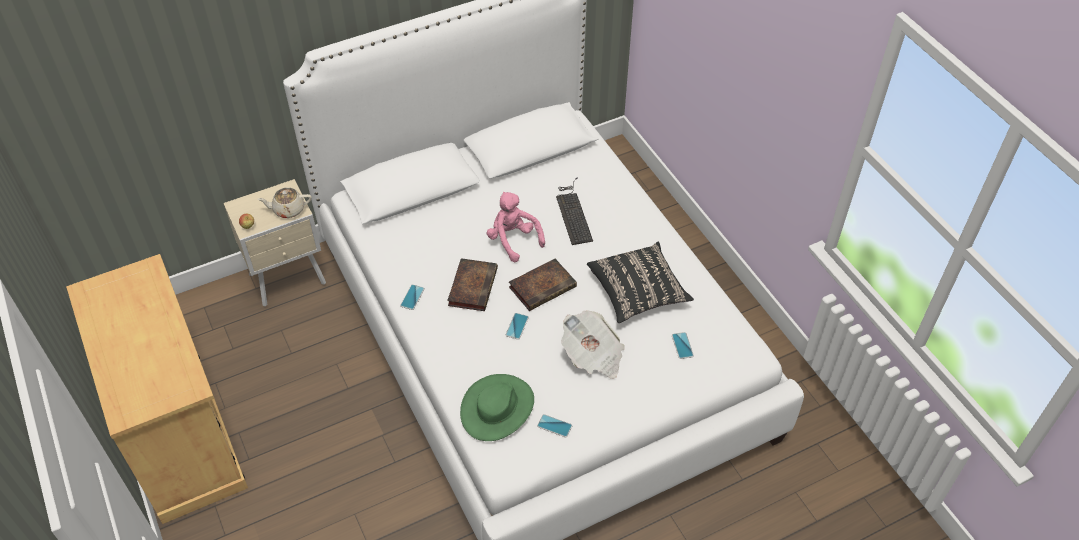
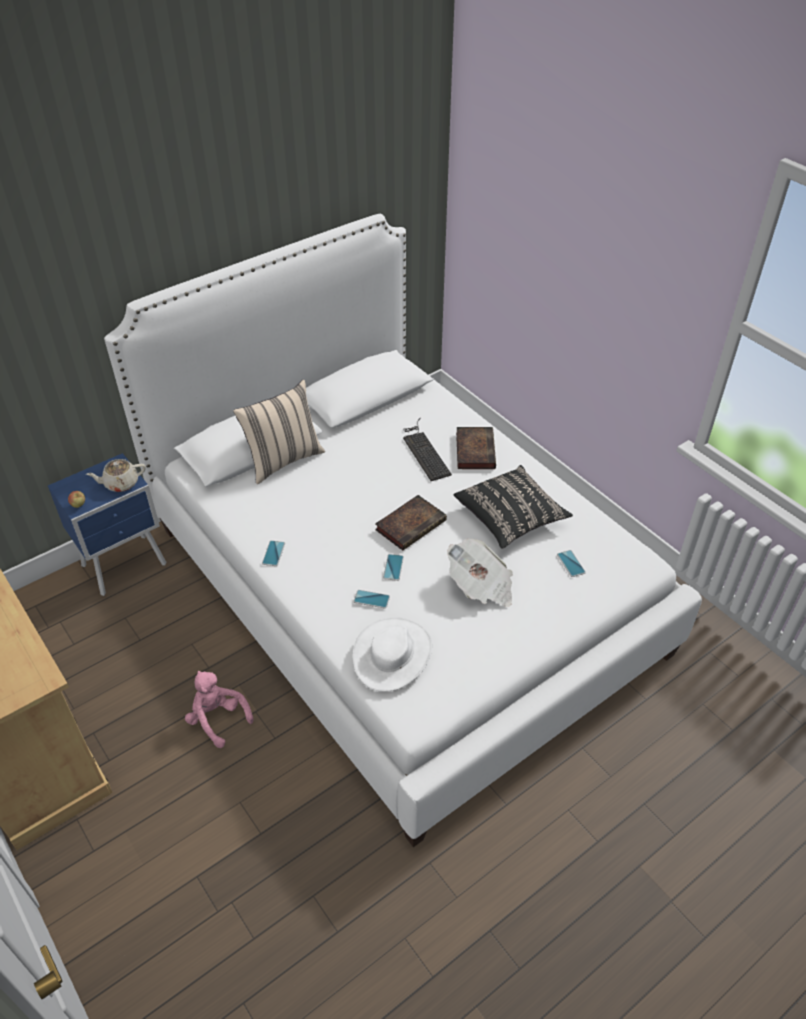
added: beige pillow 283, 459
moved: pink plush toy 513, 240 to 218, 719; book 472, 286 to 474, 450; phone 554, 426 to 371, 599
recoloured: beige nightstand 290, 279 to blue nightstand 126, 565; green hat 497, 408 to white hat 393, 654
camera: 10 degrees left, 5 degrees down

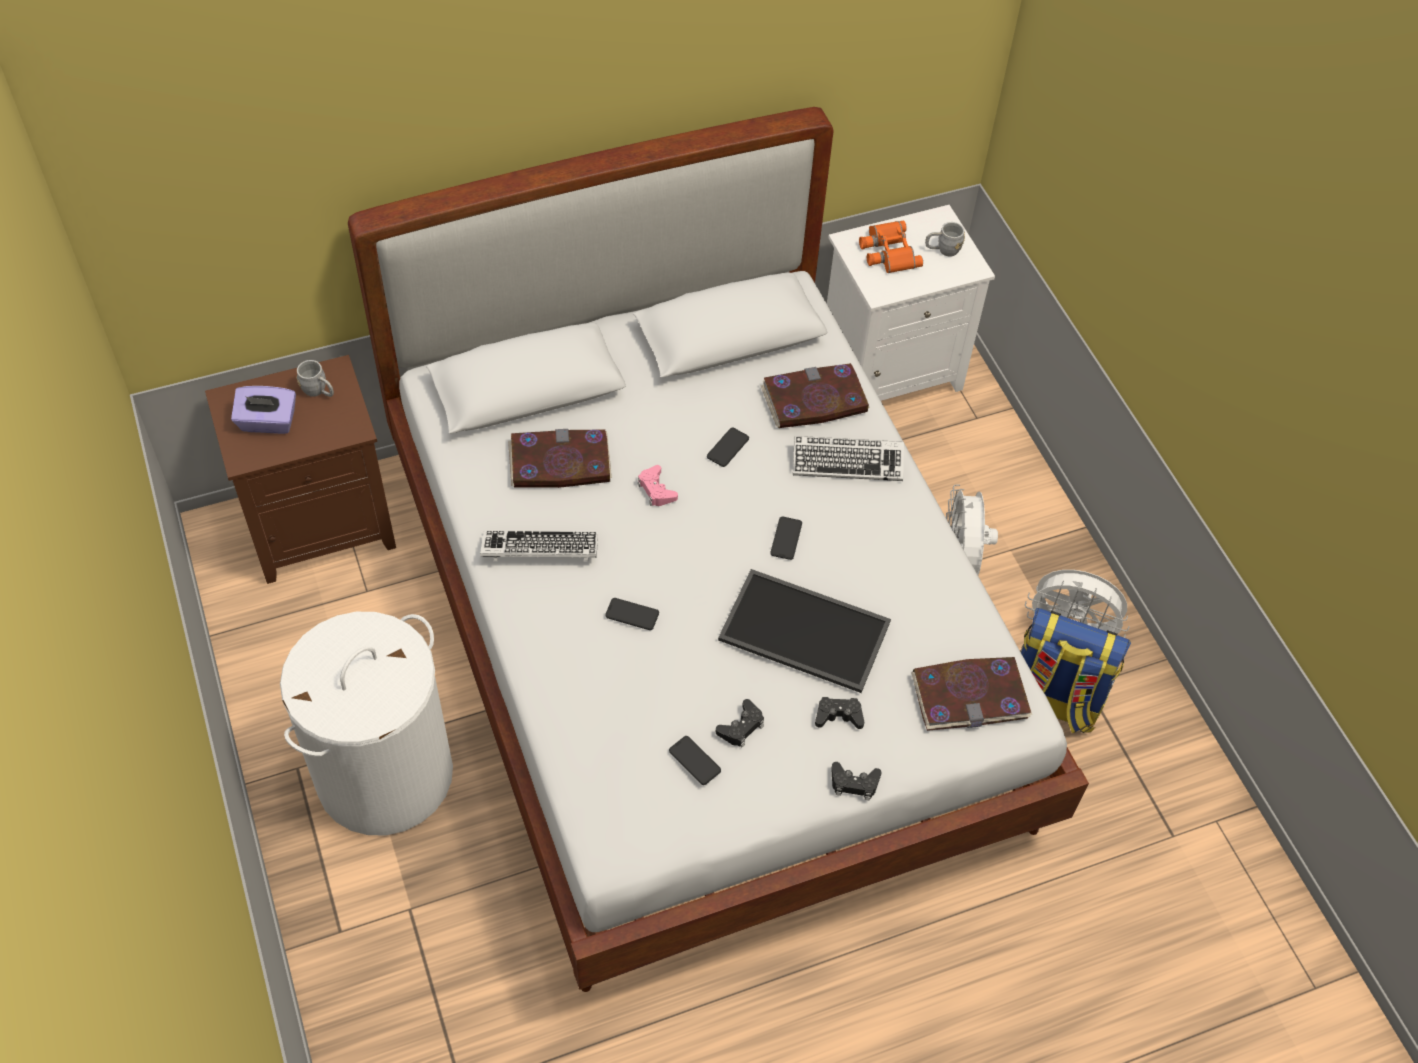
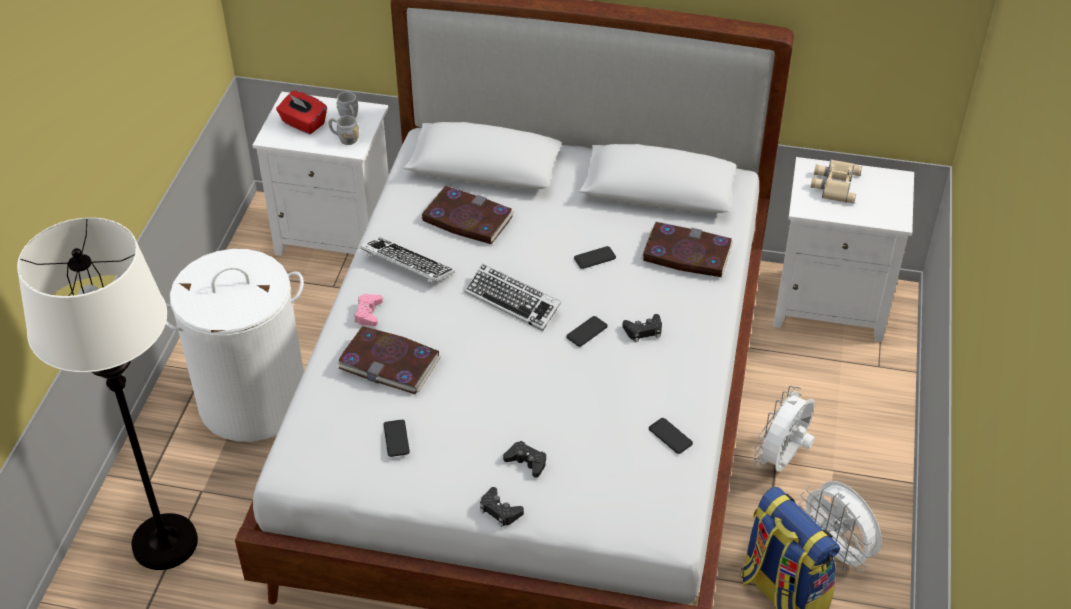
removed: tray 802, 632
added: white floor lamp 165, 542
moved: grey mug 942, 250 to 344, 138; keyboard 847, 462 to 512, 301; pink game controller 656, 490 to 368, 313; phone 632, 614 to 670, 436; book 970, 696 to 389, 363; black game controller 741, 727 to 643, 331
recoloured: orange binoculars 887, 251 to beige binoculars 834, 184; brown nightstand 322, 524 to white nightstand 338, 234; purple tissue box 268, 422 to red tissue box 303, 124
camera: 35 degrees right, 10 degrees down

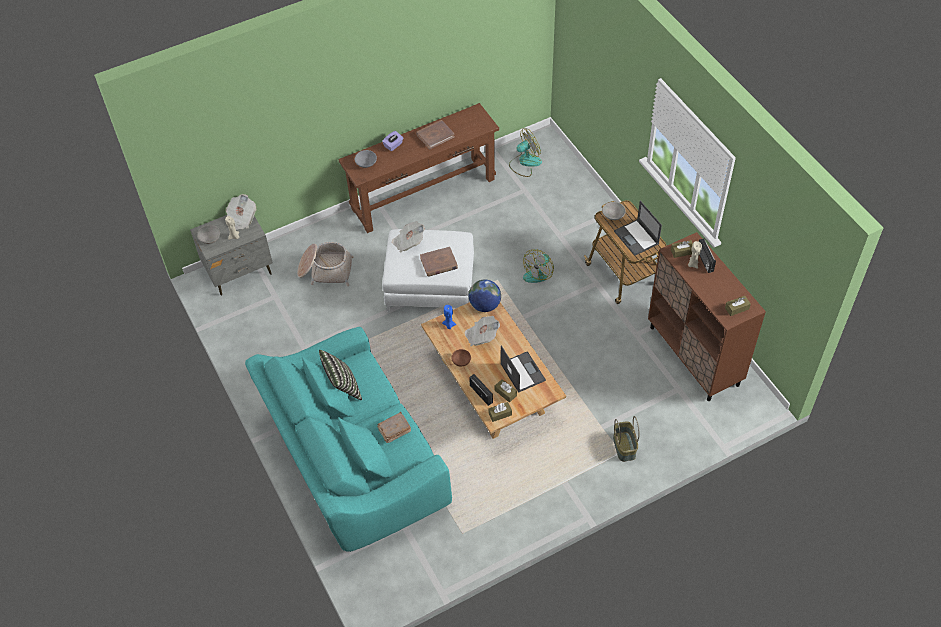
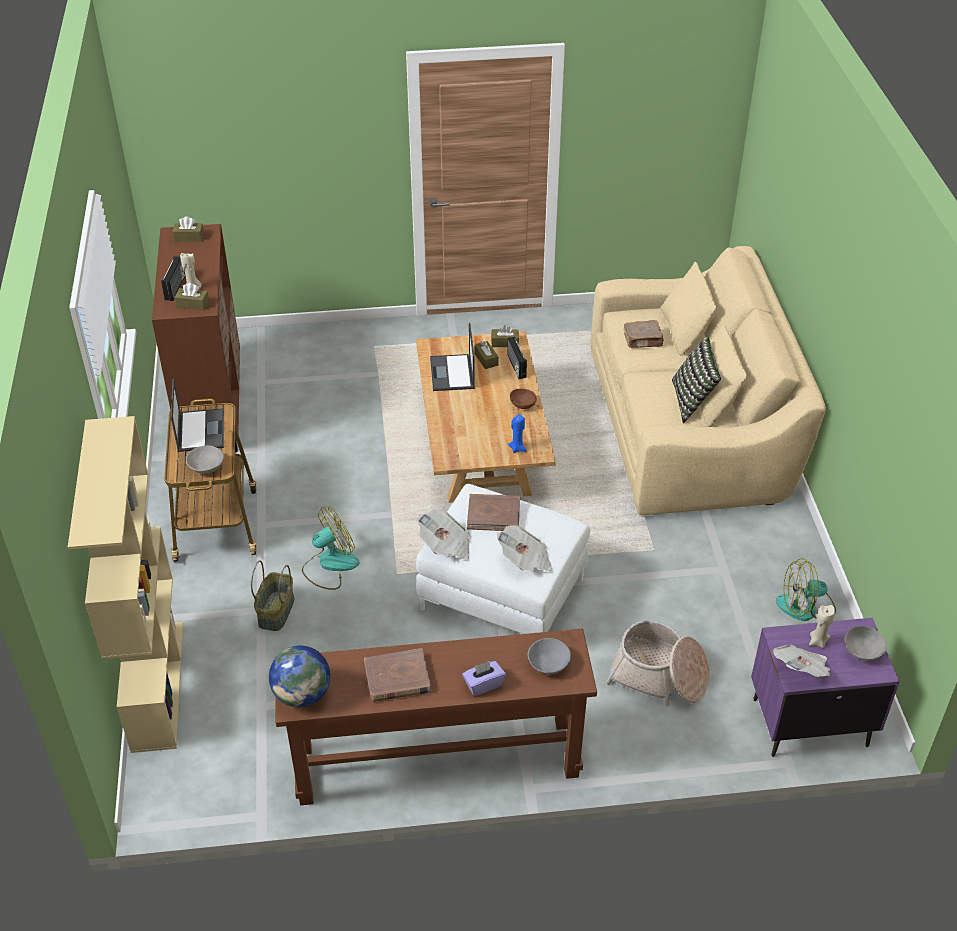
added: beige bookcase 157, 685
moved: fan 525, 162 to 805, 607; globe 485, 305 to 302, 694; newspaper 481, 336 to 446, 545; basket 625, 447 to 275, 611
recoloured: grey nightstand 239, 271 to purple nightstand 809, 722; turquoise sofa 353, 458 to beige sofa 690, 426
camera: 160 degrees left, 10 degrees down

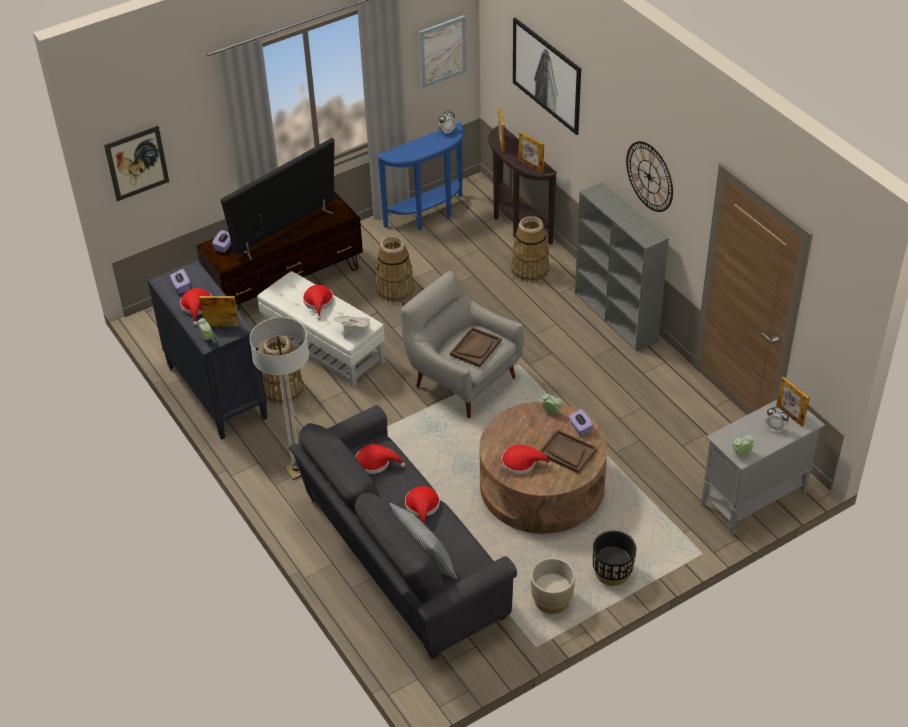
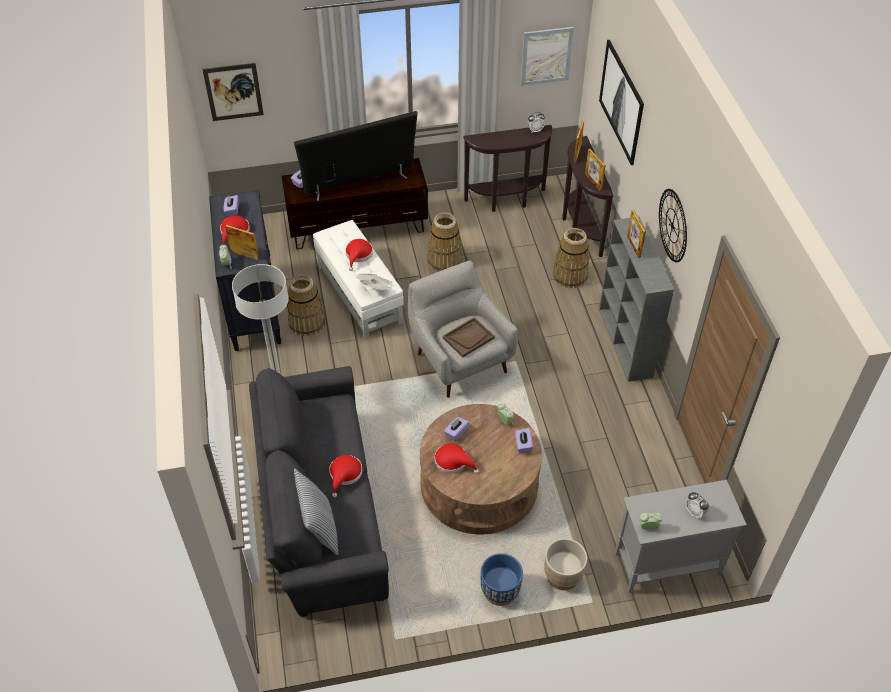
removed: brown tray 567, 452; red hat 376, 462
added: purple tissue box 456, 433
moved: picture frame 789, 415 to 633, 247; beige planter 551, 600 to 562, 576
recoloured: blue console table 429, 216 to brown console table 507, 201; black planter 612, 572 to blue planter 500, 591
camera: 20 degrees right, 5 degrees up

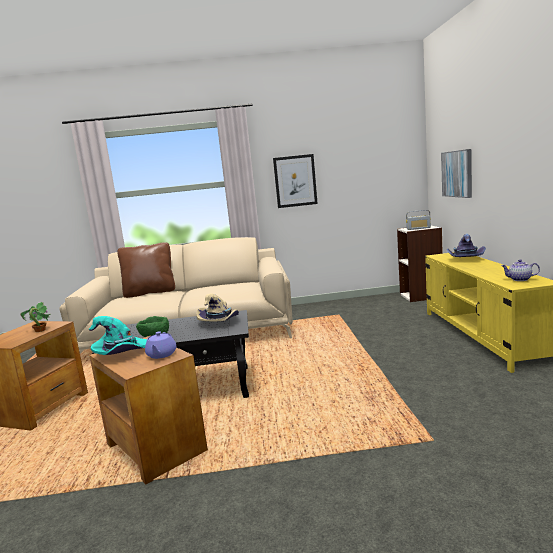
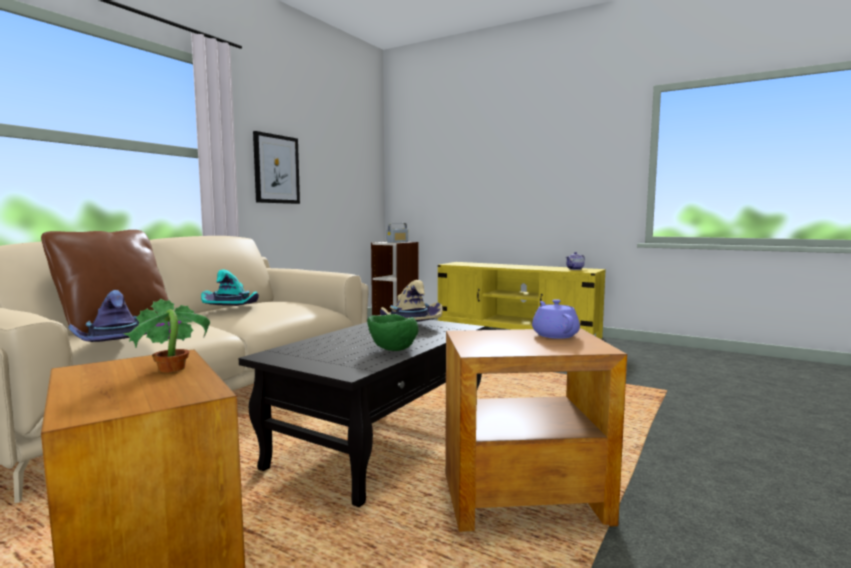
removed: picture 457, 173
moved: purple hat 465, 259 to 115, 344; turquoise hat 123, 352 to 232, 309
turned: purple teapot 161, 355 = 554, 335 135 degrees counterclockwise
camera: 55 degrees left, 5 degrees down

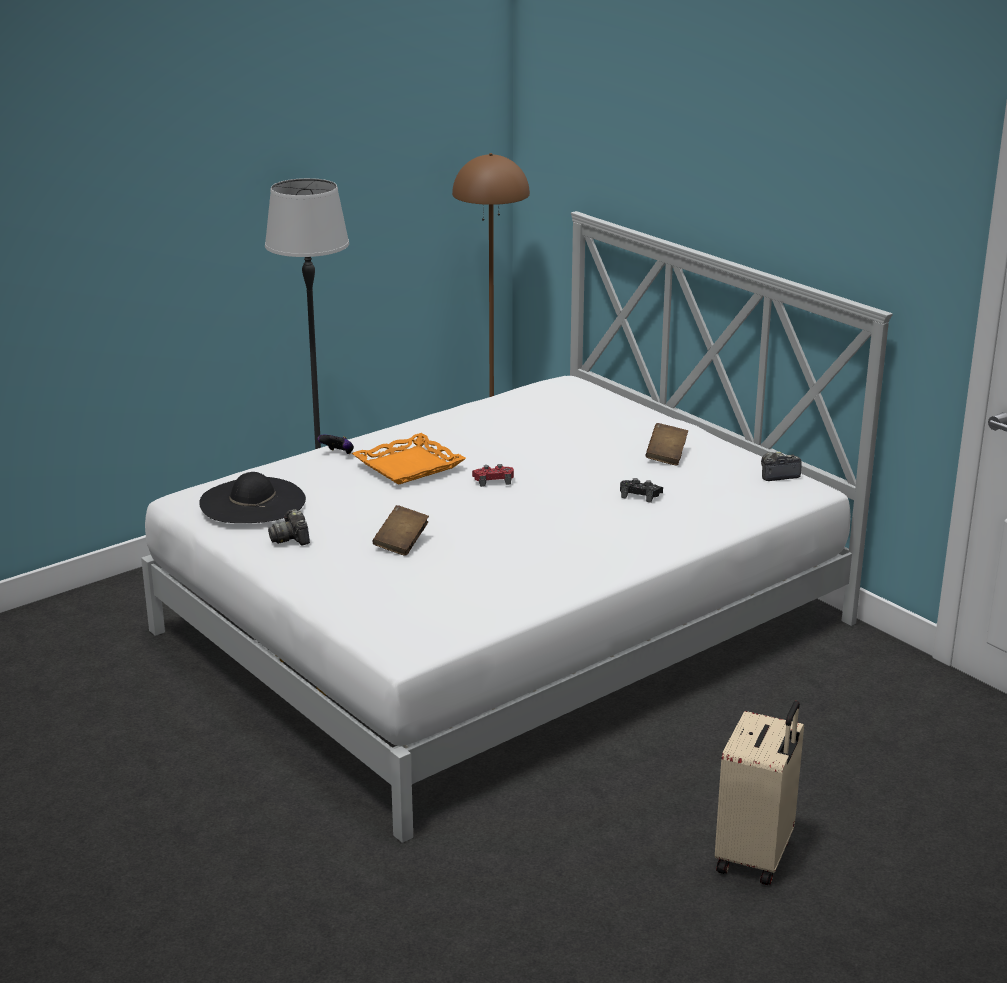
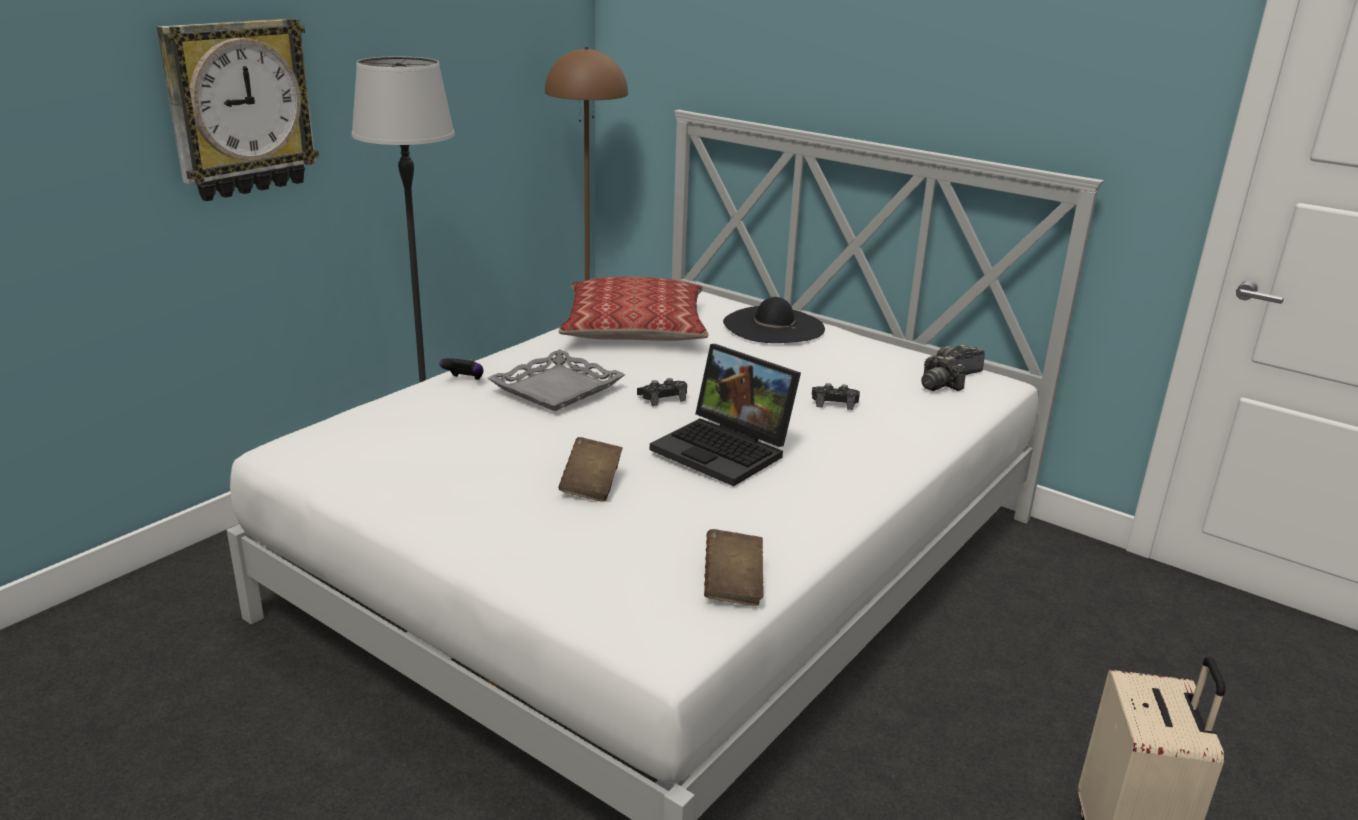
added: wall clock 239, 108; pillow 634, 328; laptop 726, 450
moved: brown book 666, 456 to 732, 585; black hat 252, 501 to 773, 325; photo camera 291, 538 to 938, 385
recoloured: orange tray 408, 465 to grey tray 556, 388; red game controller 493, 480 to black game controller 663, 397
camera: 15 degrees left, 0 degrees up

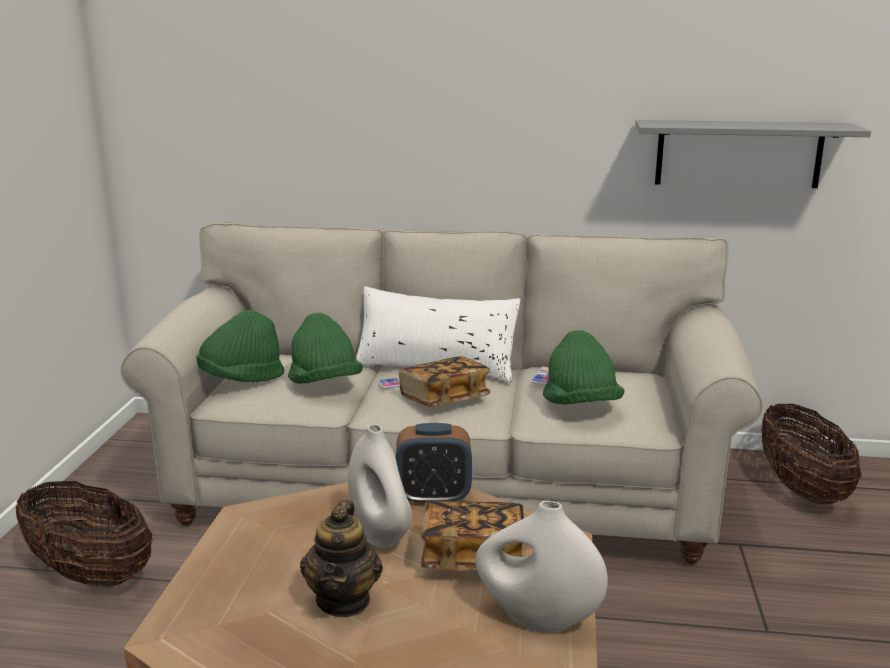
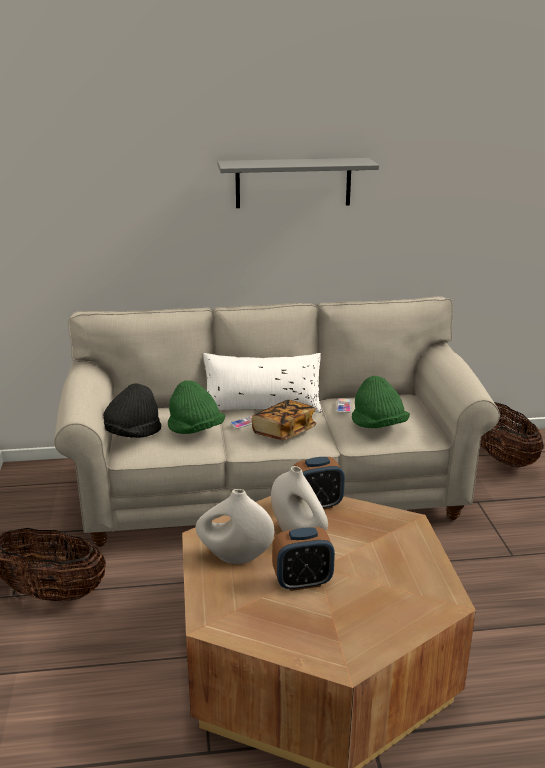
removed: book 472, 558
moved: grey shelf 738, 154 to 293, 183; white vase 537, 619 to 235, 557
replaced: teapot 344, 600 to alarm clock 302, 582
recoloured: green hat 241, 379 to black hat 131, 434
camera: 15 degrees left, 5 degrees up

